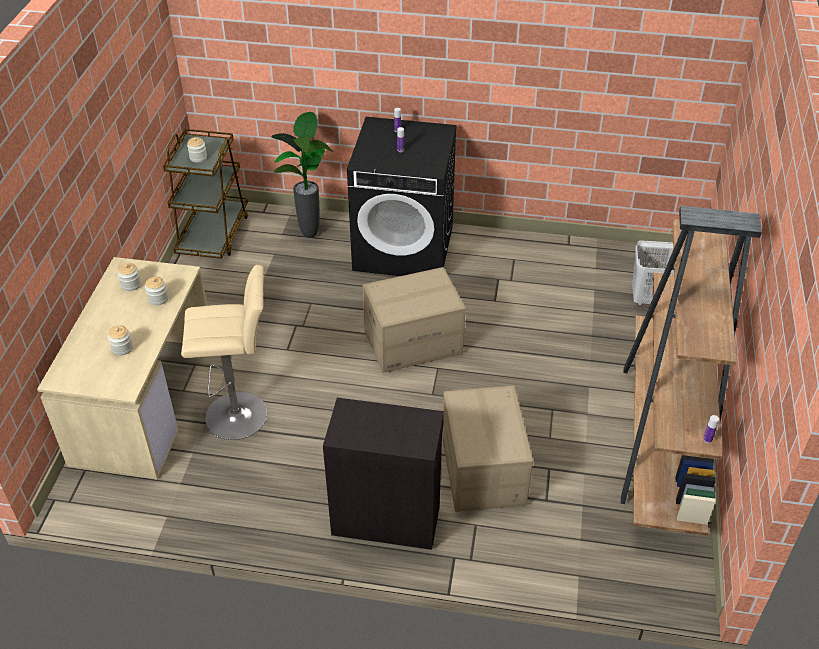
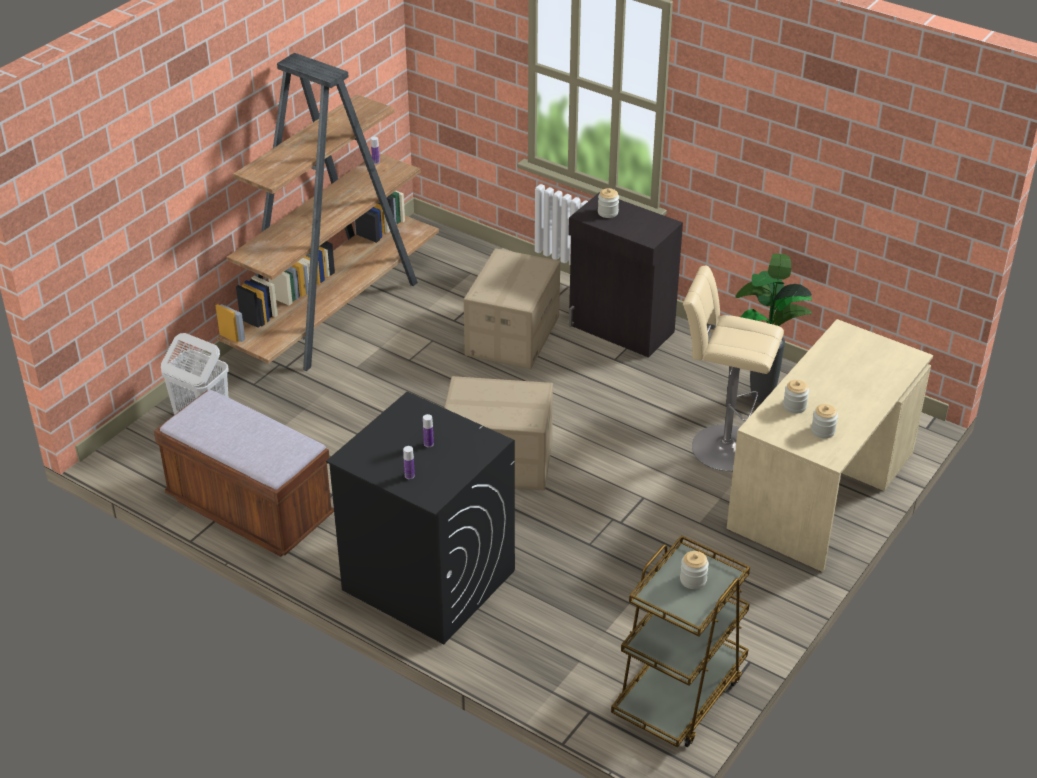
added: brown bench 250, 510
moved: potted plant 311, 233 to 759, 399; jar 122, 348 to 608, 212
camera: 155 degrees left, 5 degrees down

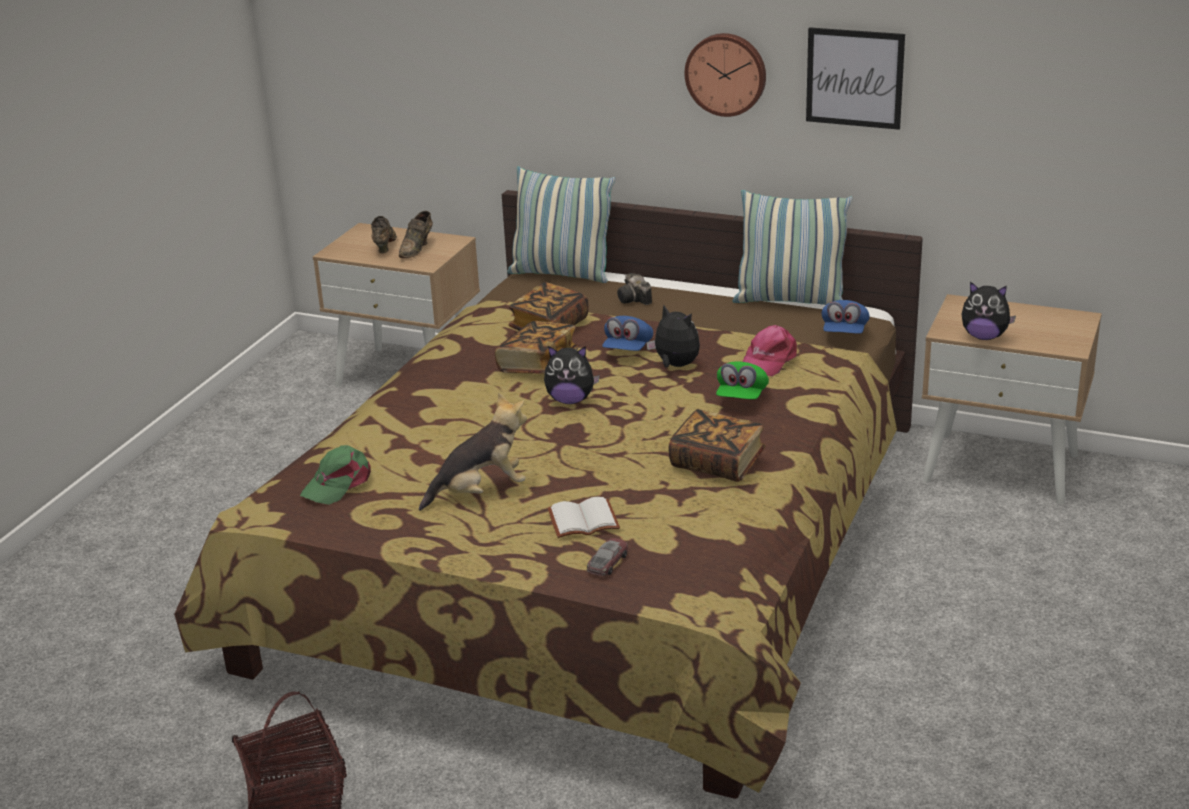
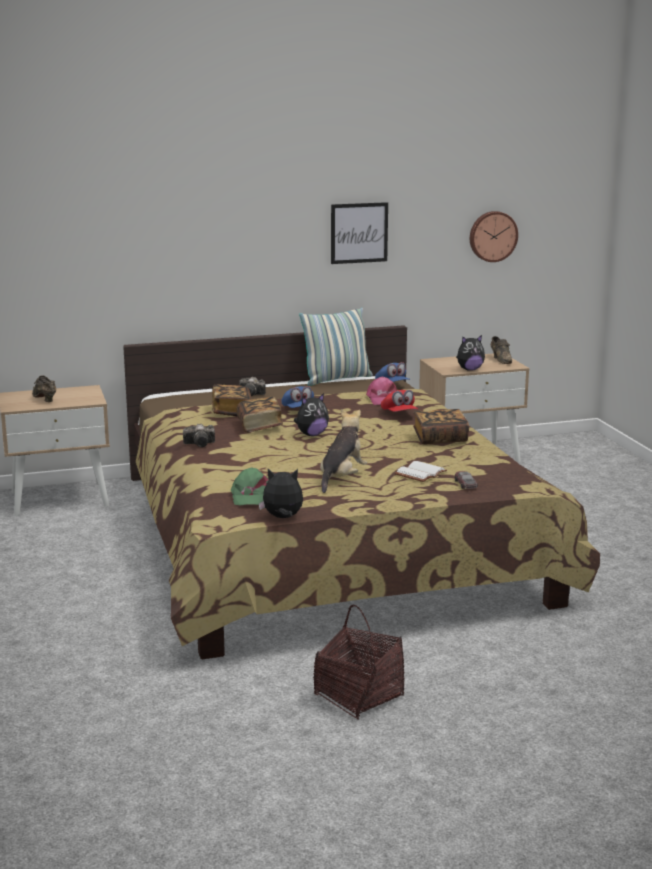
removed: pillow 561, 273
added: photo camera 201, 444
moved: wall clock 726, 73 to 492, 236; brown shoe 417, 248 to 501, 360; plush toy 675, 365 to 282, 518
recoloured: green cap 741, 397 to red cap 399, 414
camera: 40 degrees left, 10 degrees down

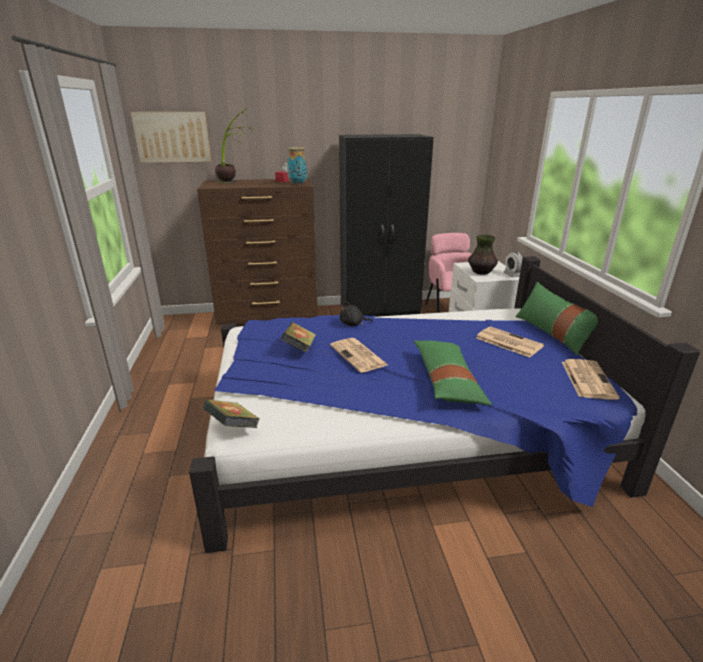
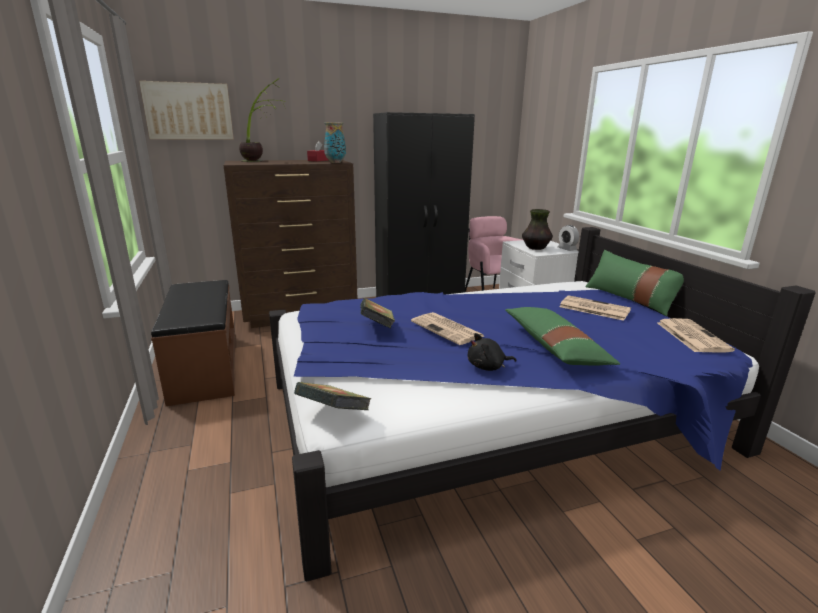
added: brown bench 204, 368
moved: black plush toy 353, 324 to 488, 367
camera: 10 degrees left, 5 degrees down

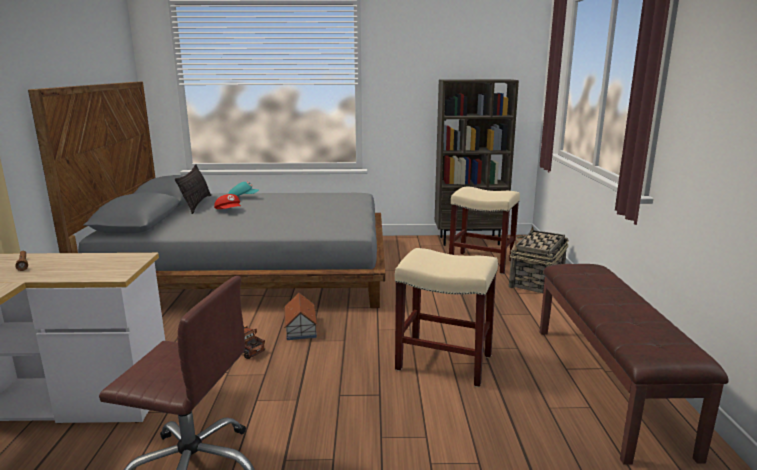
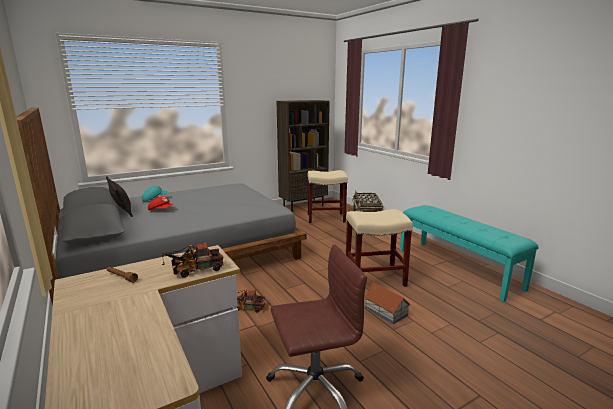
added: toy truck 194, 270
moved: toy house 300, 328 to 386, 311
recoloured: brown bench 607, 385 to turquoise bench 457, 268
camera: 30 degrees left, 0 degrees up

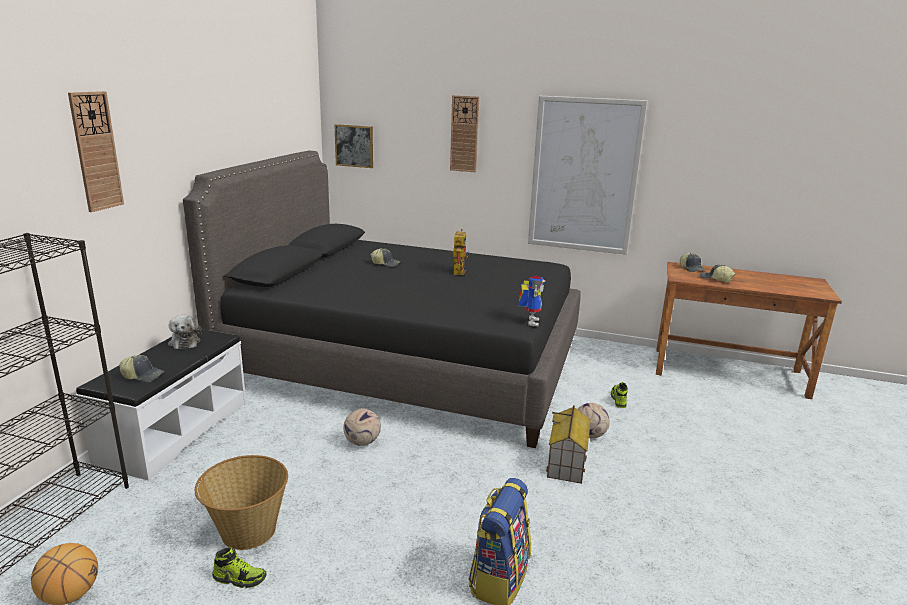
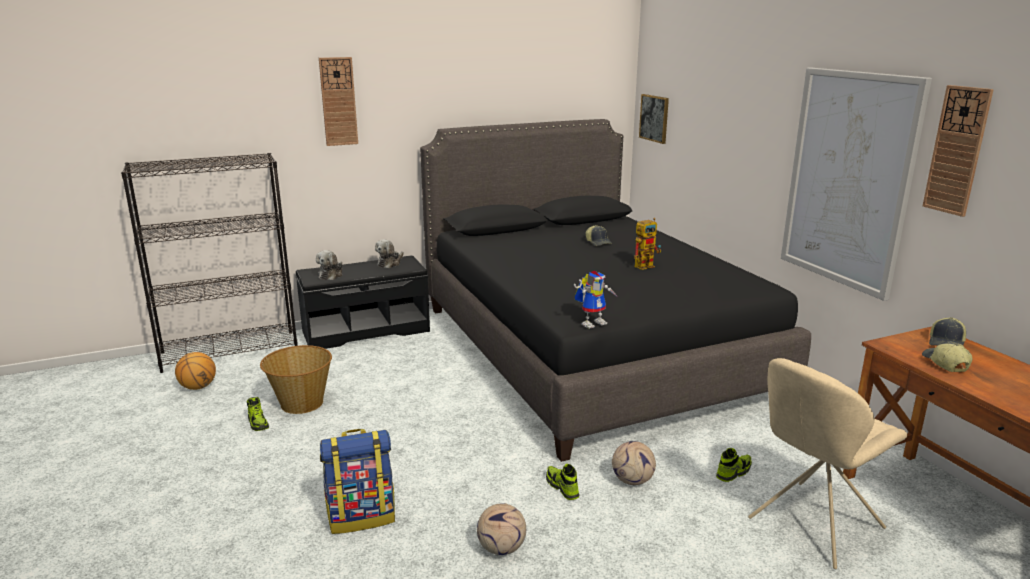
added: beige chair 812, 525
moved: wall clock 464, 134 to 957, 150; football 361, 442 to 501, 548
replaced: cap 143, 375 to plush toy 331, 274; toy house 567, 464 to shoe 562, 487
recoloured: white bench 174, 431 to black bench 365, 331
camera: 50 degrees right, 0 degrees up

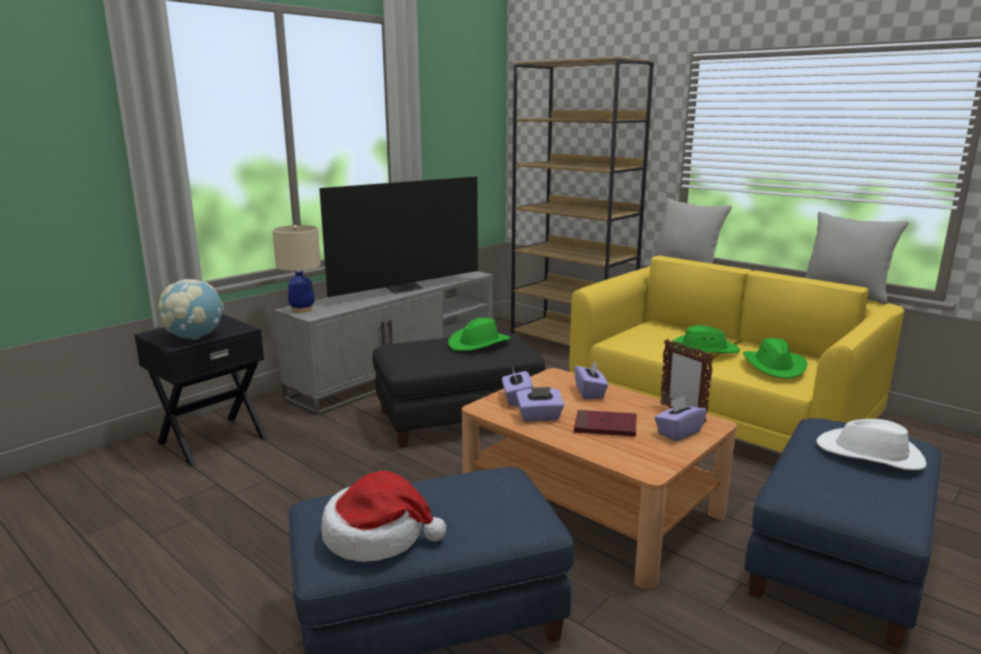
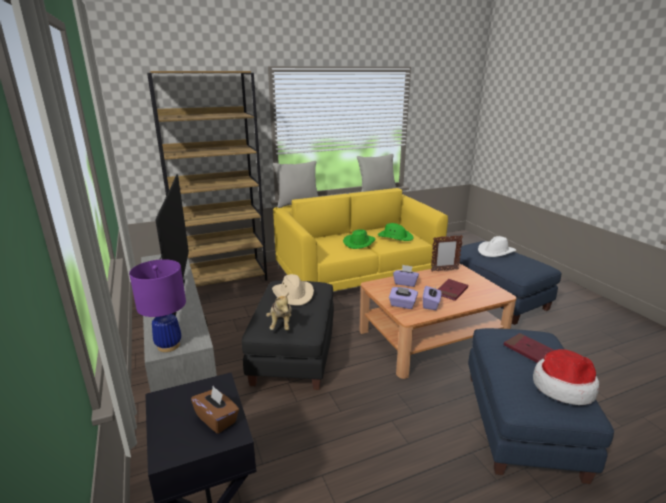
removed: purple tissue box 678, 432
added: plush toy 281, 324; red book 529, 350
replaced: globe 194, 337 to brown tissue box 217, 419
recoloured: beige table lamp 302, 309 to purple table lamp 169, 345; green hat 479, 343 to beige hat 293, 294
camera: 65 degrees left, 5 degrees up

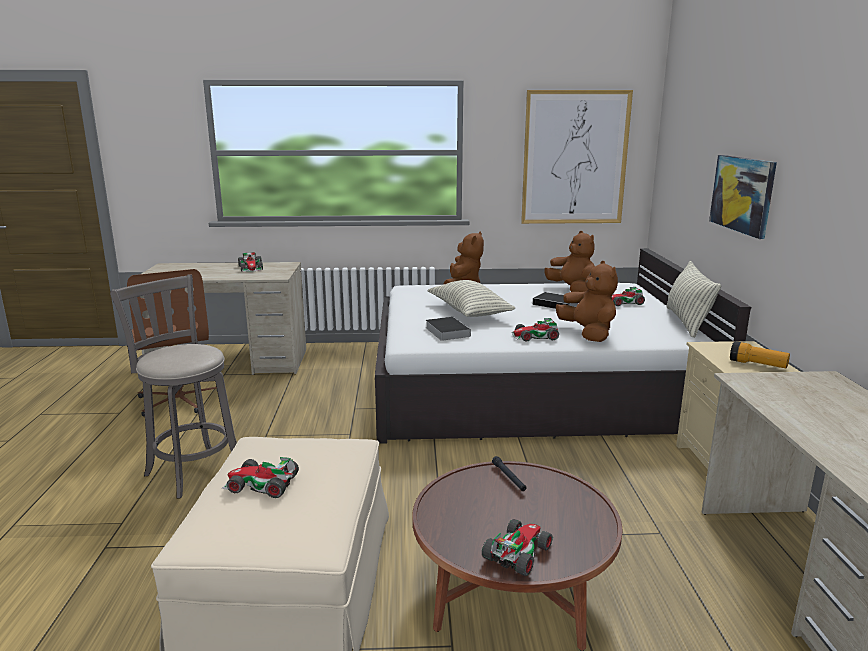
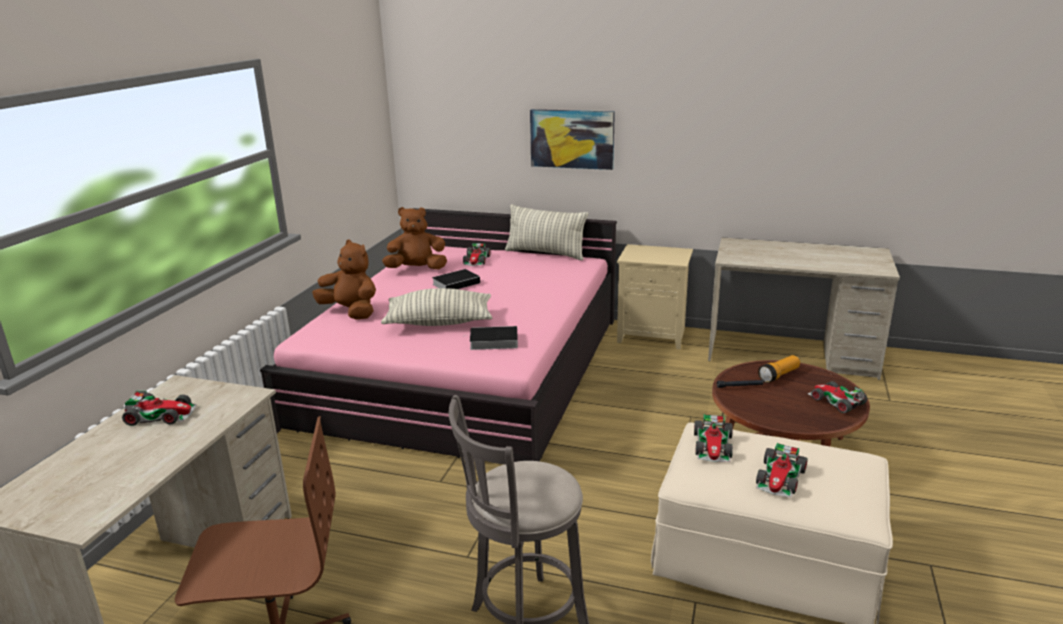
removed: picture 574, 158; brown plush toy 588, 334
moved: toy car 535, 337 to 713, 446; flashlight 757, 365 to 779, 375
recoloured: white bed 531, 385 to pink bed 467, 370
camera: 70 degrees left, 5 degrees up

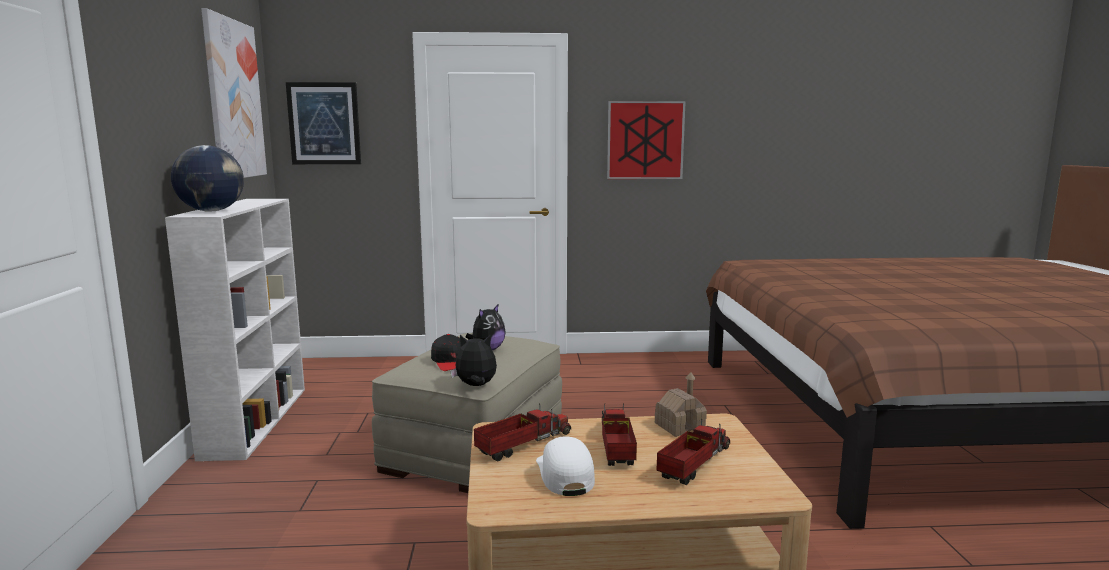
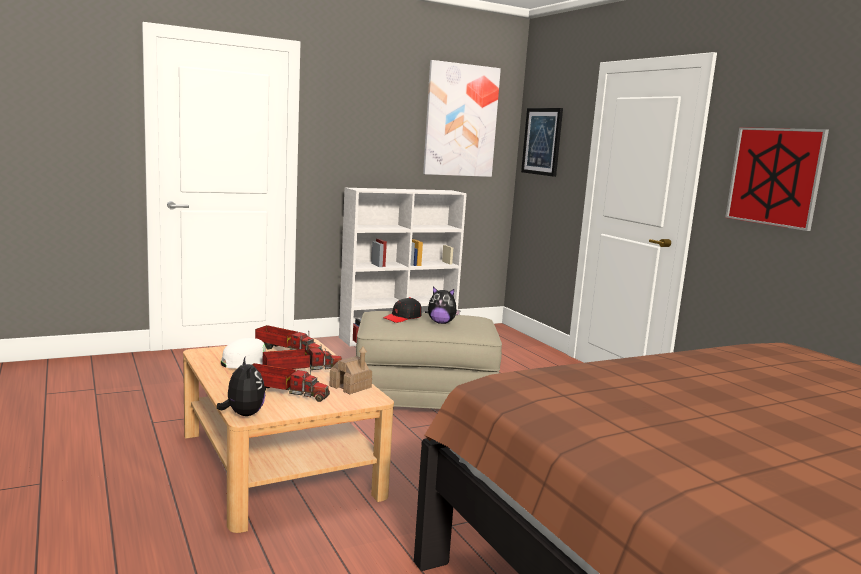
removed: globe 212, 211
moved: plush toy 476, 386 to 243, 414
camera: 65 degrees right, 0 degrees up

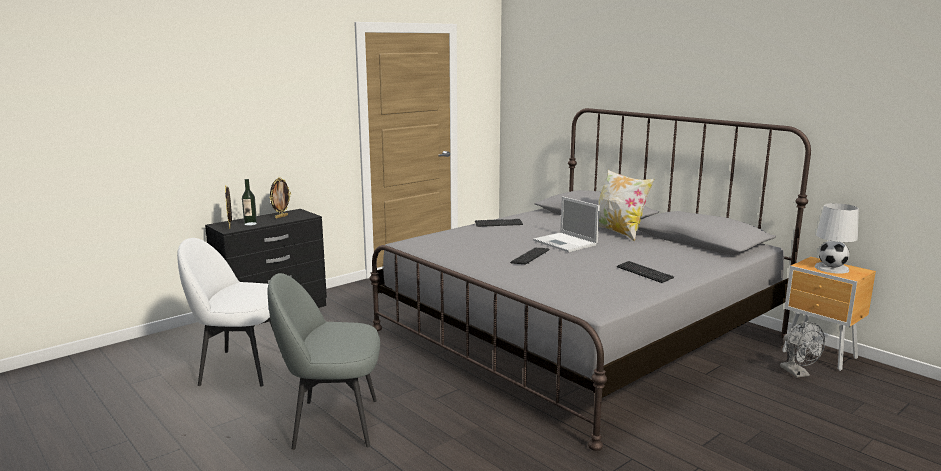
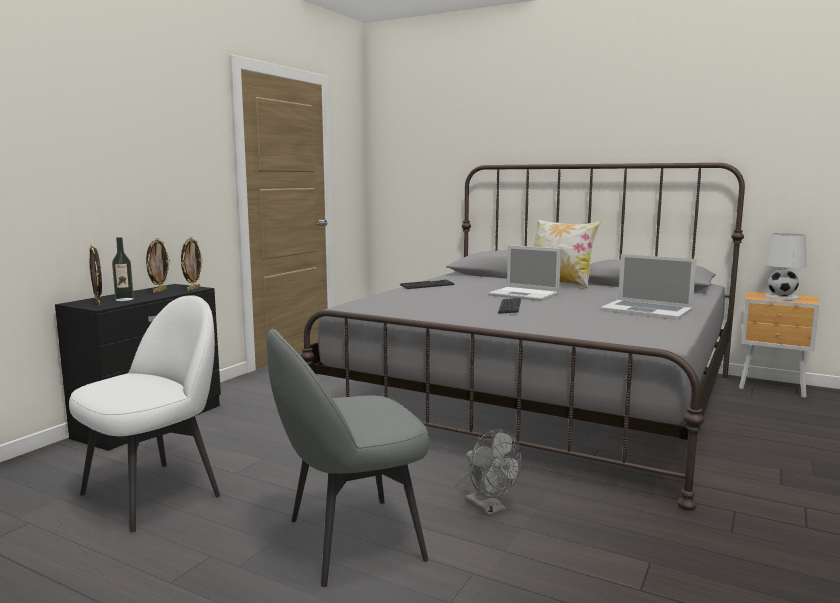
added: picture frame 193, 289
moved: grey fan 797, 373 to 490, 509
replaced: keyboard 644, 273 to laptop 646, 310
turned: white chair 240, 367 = 154, 493 150 degrees clockwise
camera: 20 degrees left, 5 degrees down

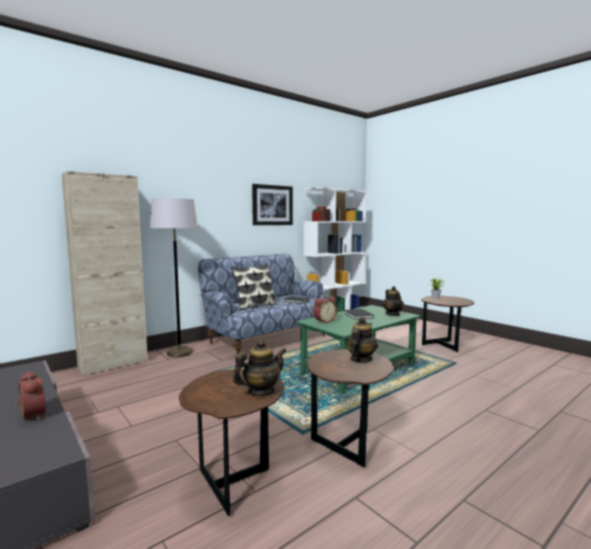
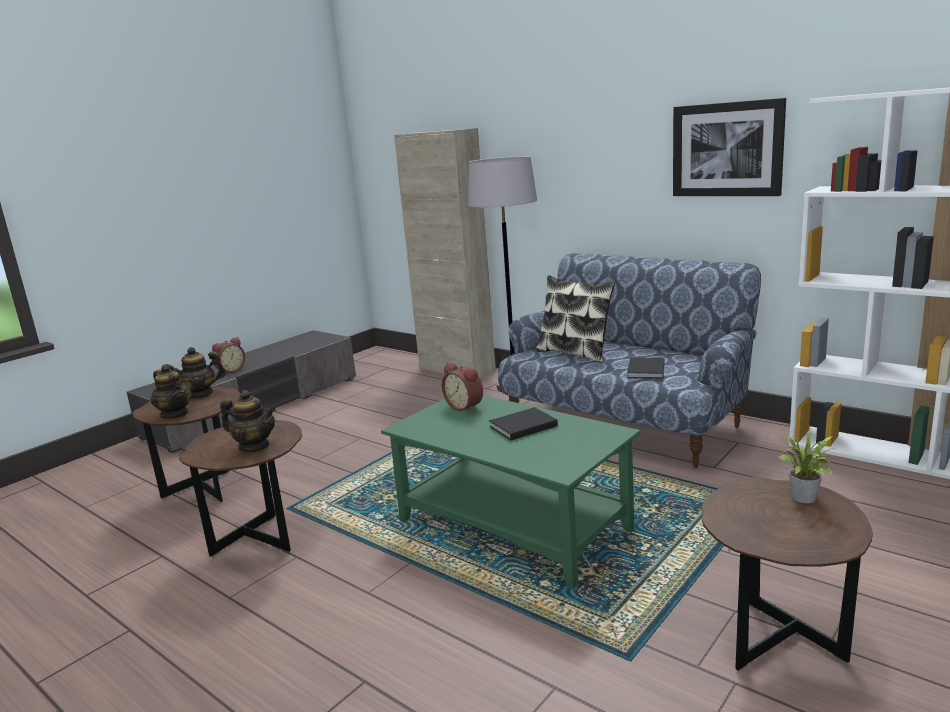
moved: teapot 392, 314 to 201, 394
camera: 80 degrees right, 10 degrees up

